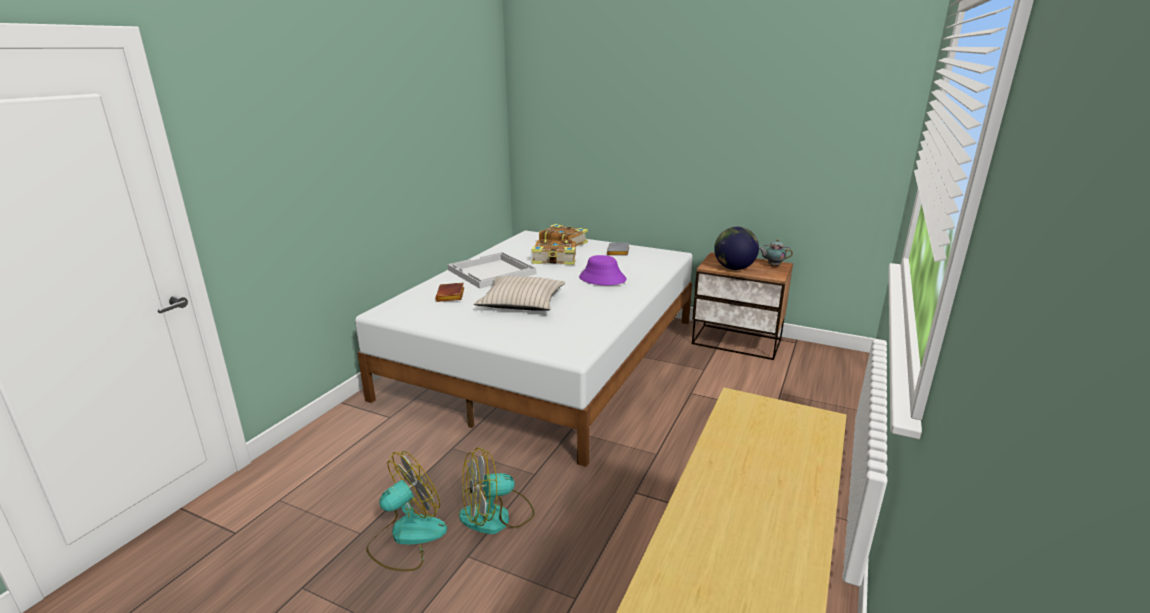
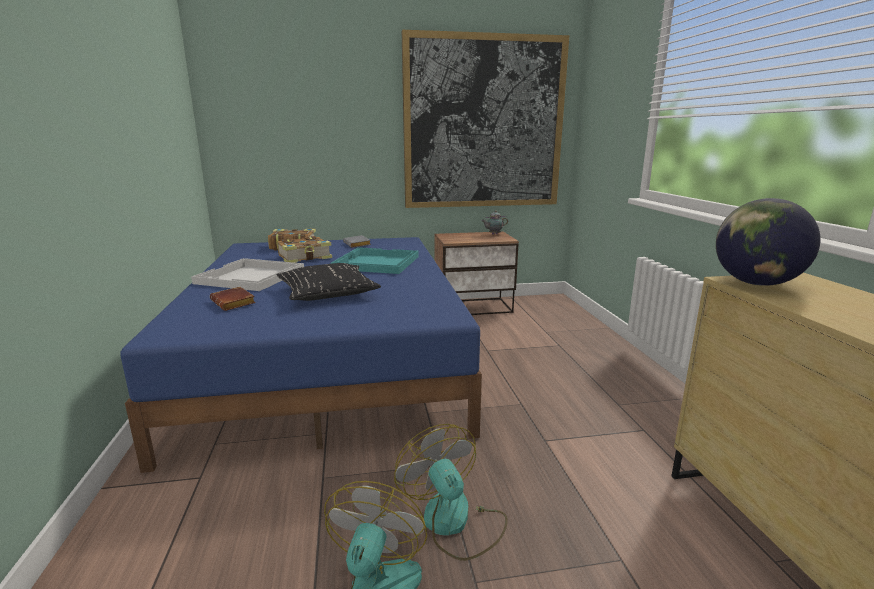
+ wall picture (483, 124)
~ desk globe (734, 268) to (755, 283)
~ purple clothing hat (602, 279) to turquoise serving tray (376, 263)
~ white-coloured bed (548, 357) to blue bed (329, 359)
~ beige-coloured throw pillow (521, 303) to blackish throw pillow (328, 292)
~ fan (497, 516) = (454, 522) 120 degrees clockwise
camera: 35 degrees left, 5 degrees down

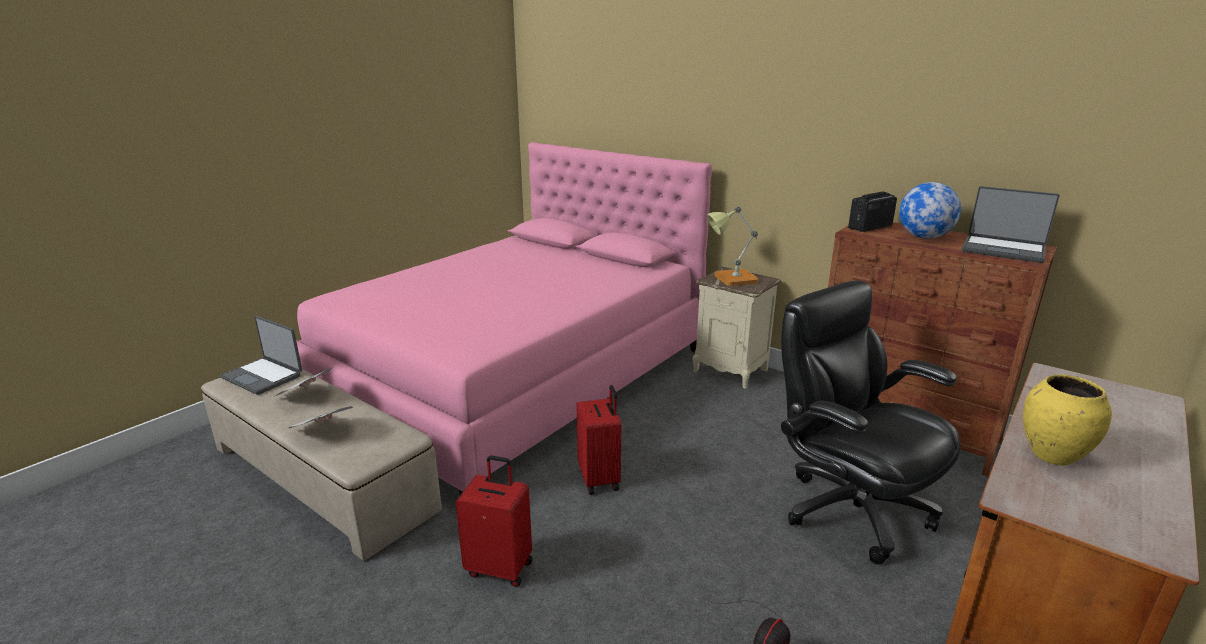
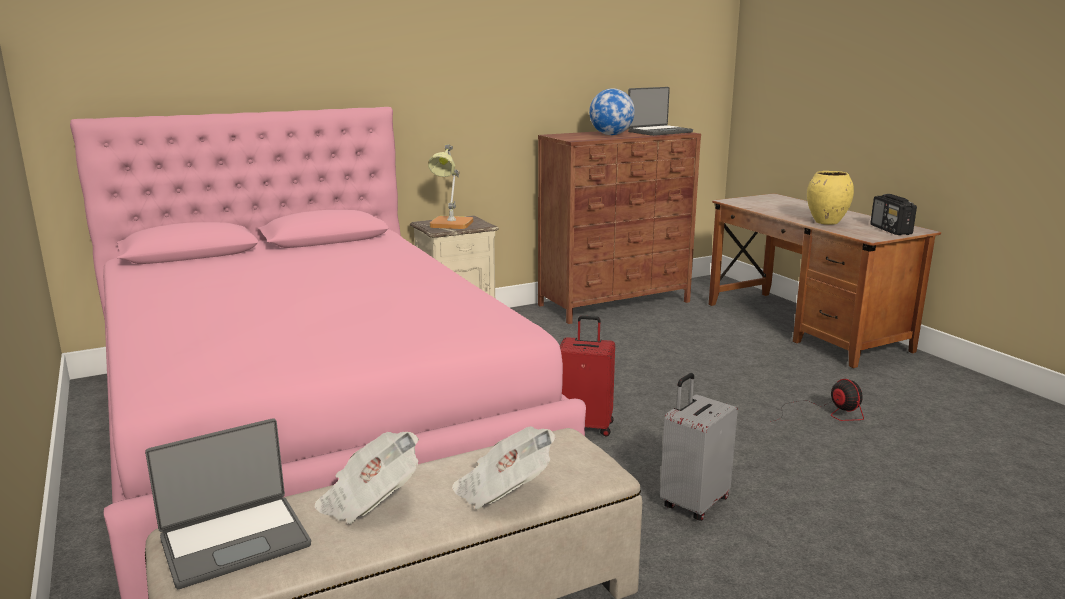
- blackish computer chair (850, 508)
~ radio (869, 227) to (891, 230)
~ red-coloured travel case (500, 567) to greyish travel case (693, 503)
camera: 65 degrees left, 5 degrees down

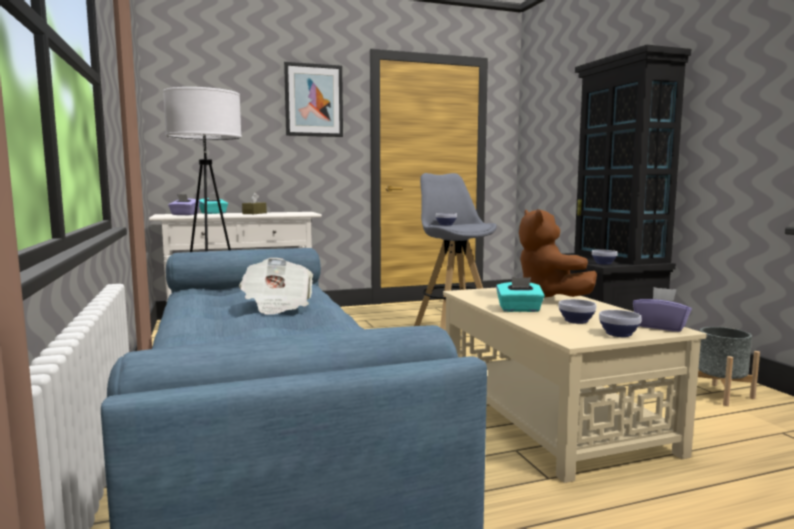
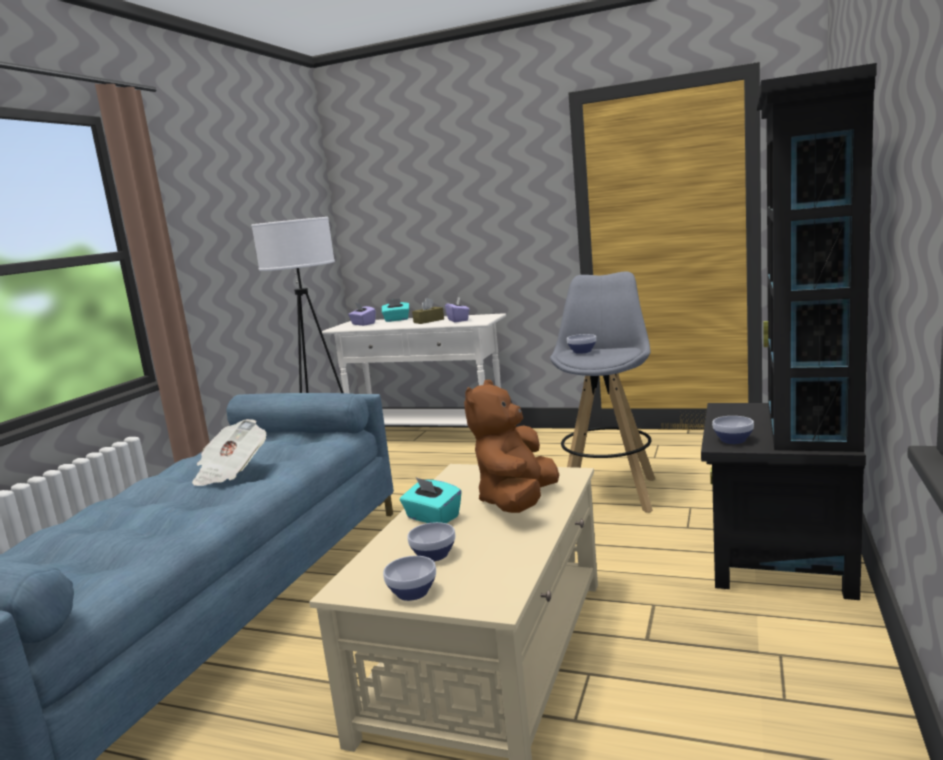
- wall picture (313, 100)
- greyish flower pot (720, 394)
~ purple box of tissues (660, 327) to (458, 320)
camera: 40 degrees right, 5 degrees up

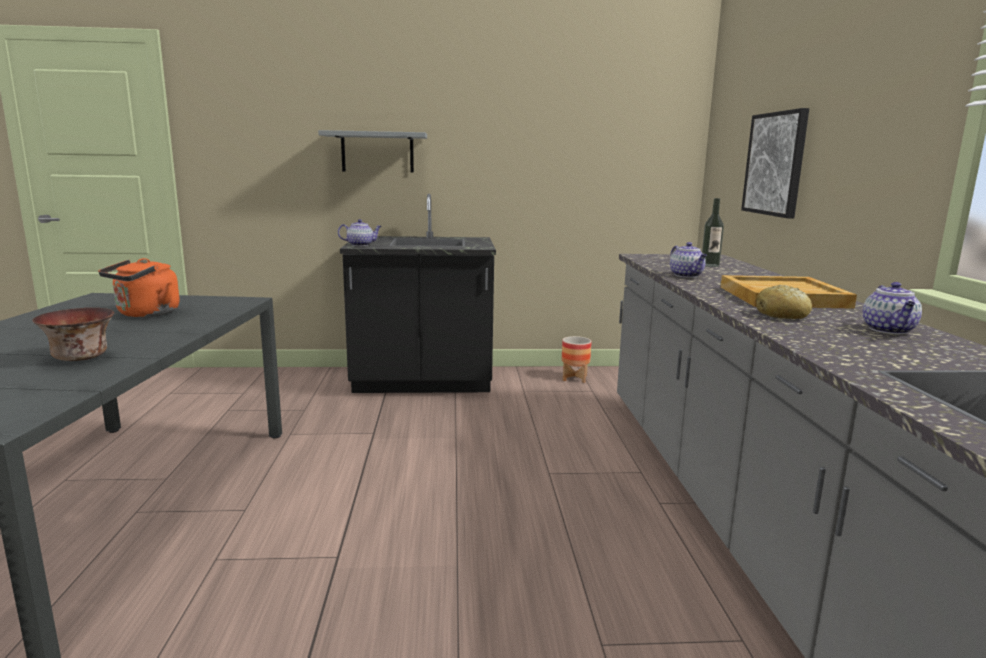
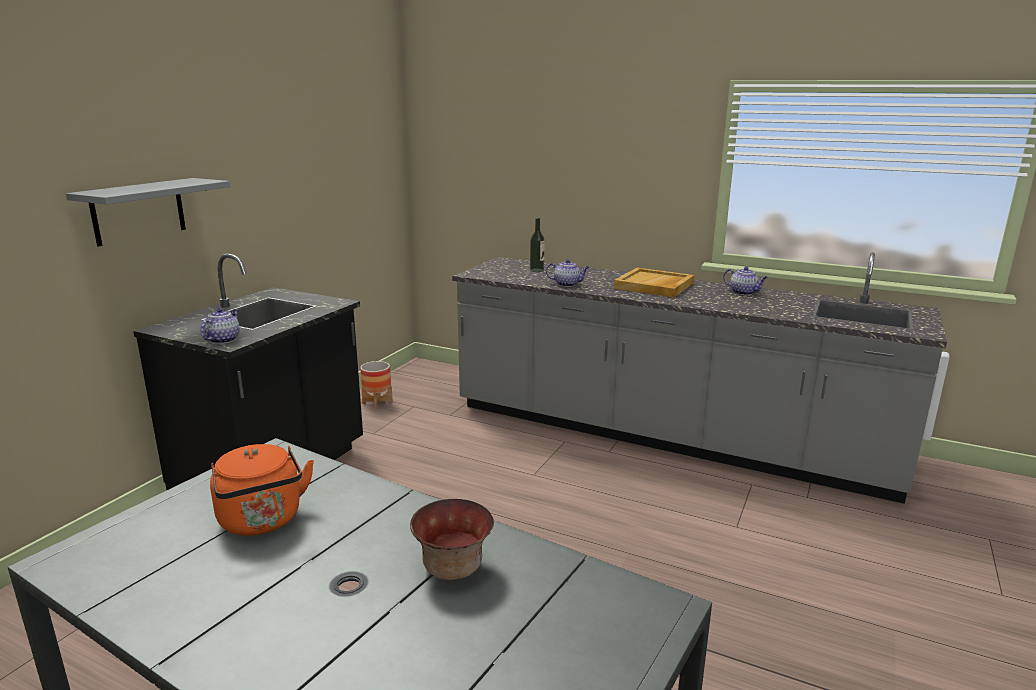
- wall picture (775, 164)
- bread (782, 315)
camera: 60 degrees left, 5 degrees up

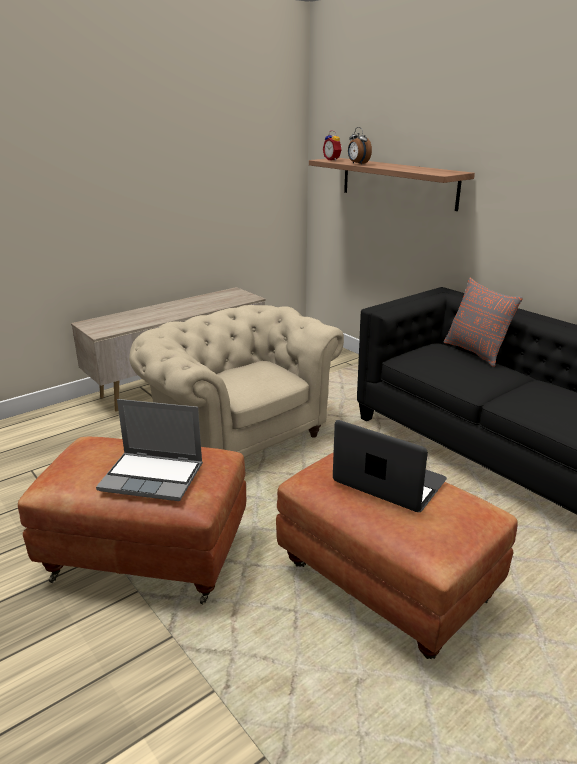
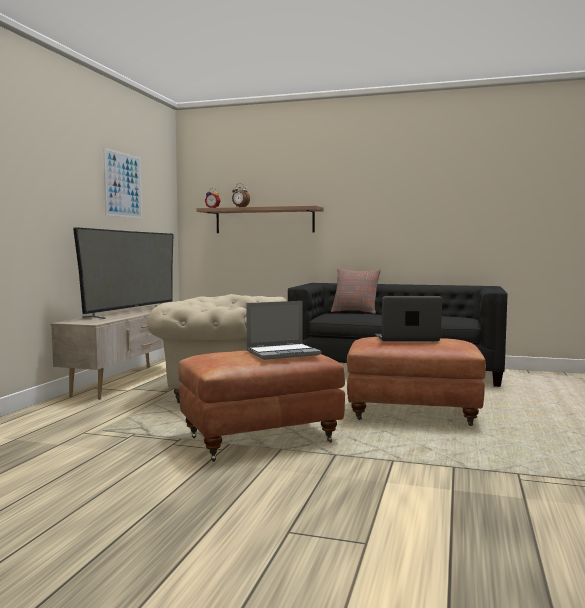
+ TV (131, 312)
+ wall picture (123, 185)
camera: 35 degrees left, 20 degrees down

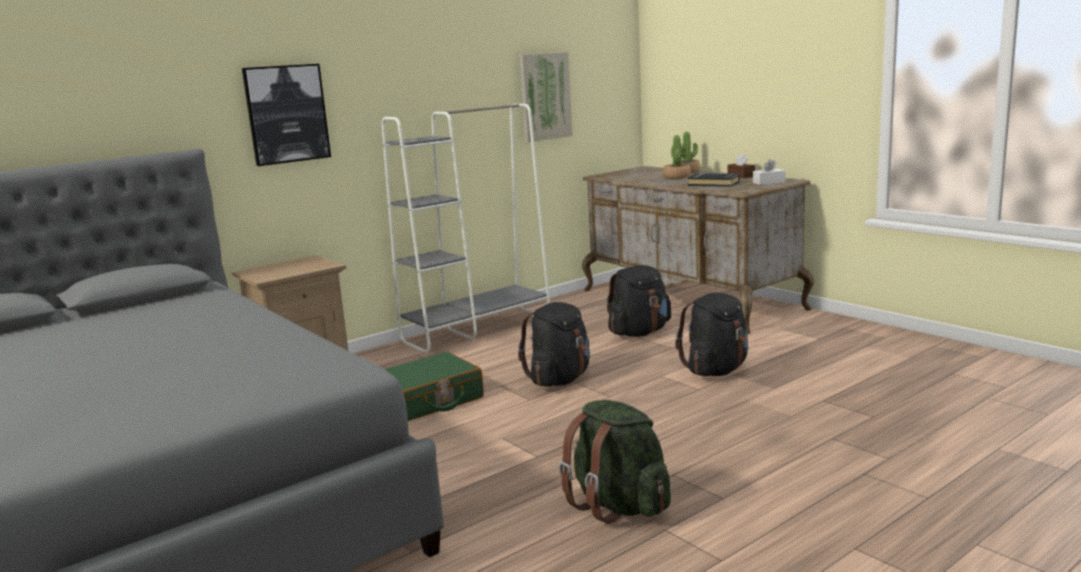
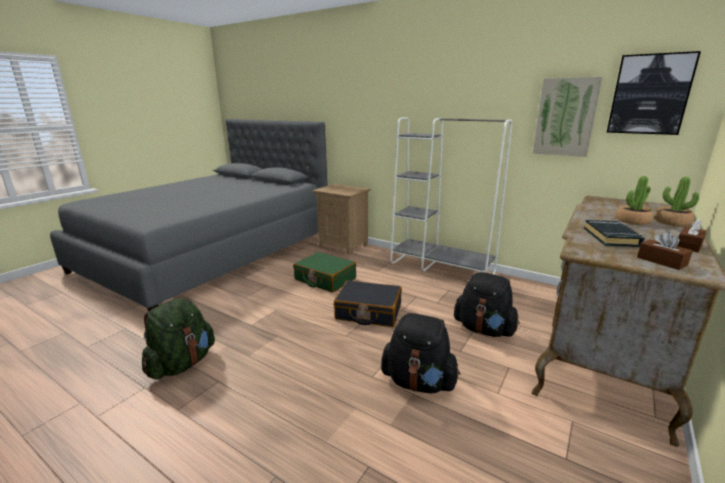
~ wall picture (286, 114) to (649, 94)
~ blackish rucksack (560, 380) to blackish travel case (368, 312)
~ white-coloured box of tissues (769, 182) to brown-coloured box of tissues (661, 261)
camera: 70 degrees right, 5 degrees up

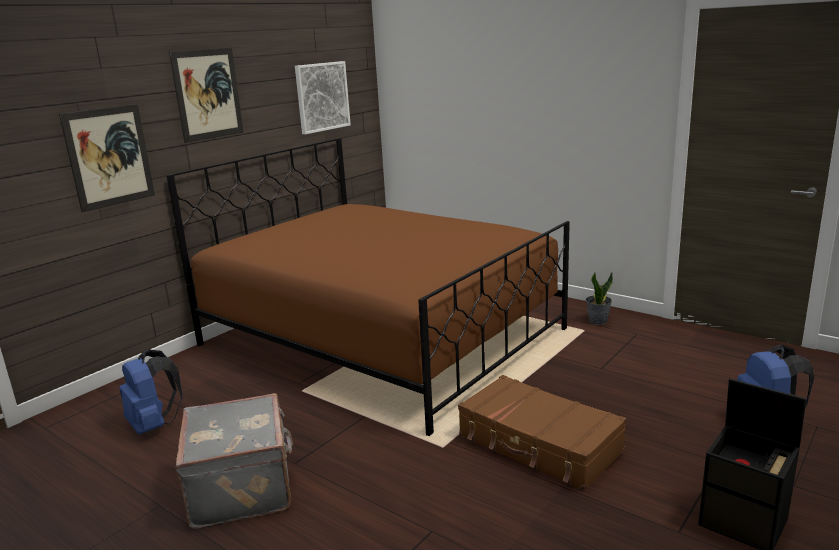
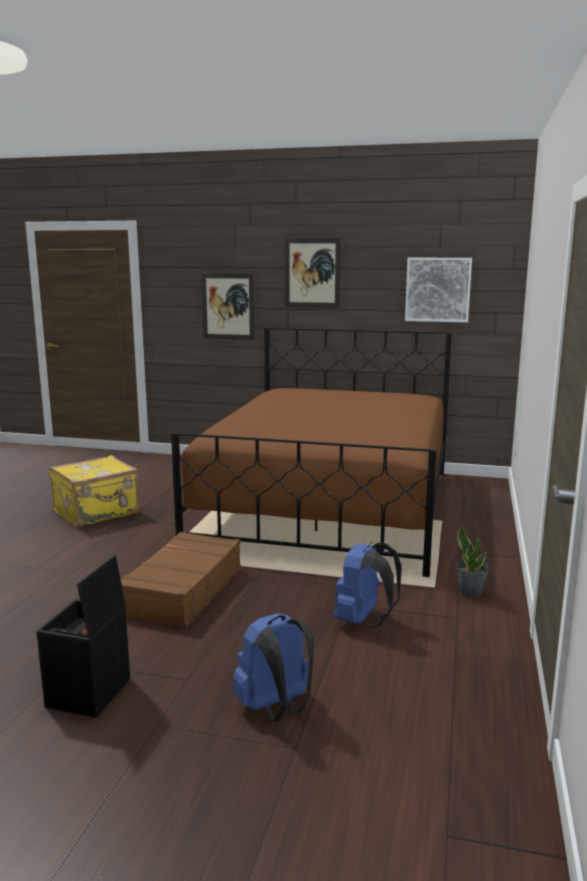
~ blue rucksack (154, 425) to (364, 621)
~ greyish travel case (243, 487) to yellowish travel case (97, 513)
camera: 65 degrees right, 5 degrees down

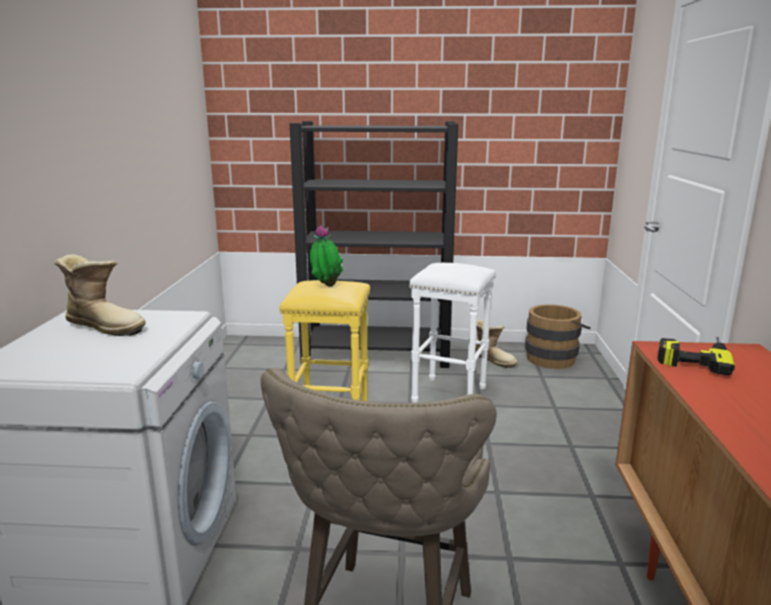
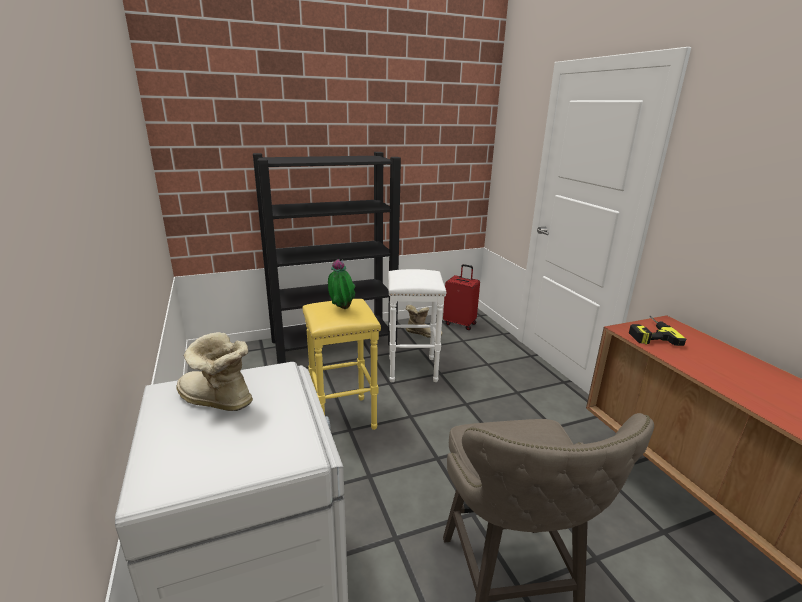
~ brown-coloured pail (553, 357) to red-coloured travel case (460, 323)
~ tall boot (106, 326) = (215, 401) 150 degrees counterclockwise
camera: 25 degrees left, 5 degrees up

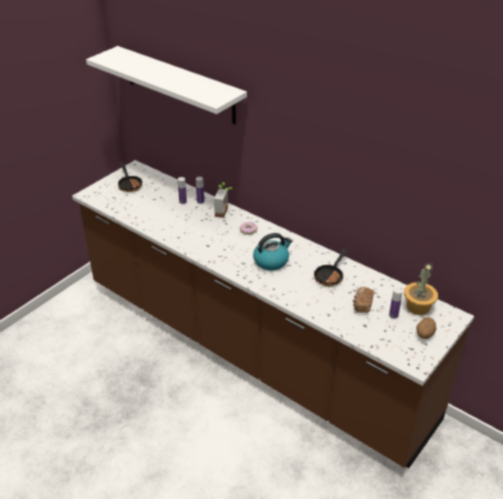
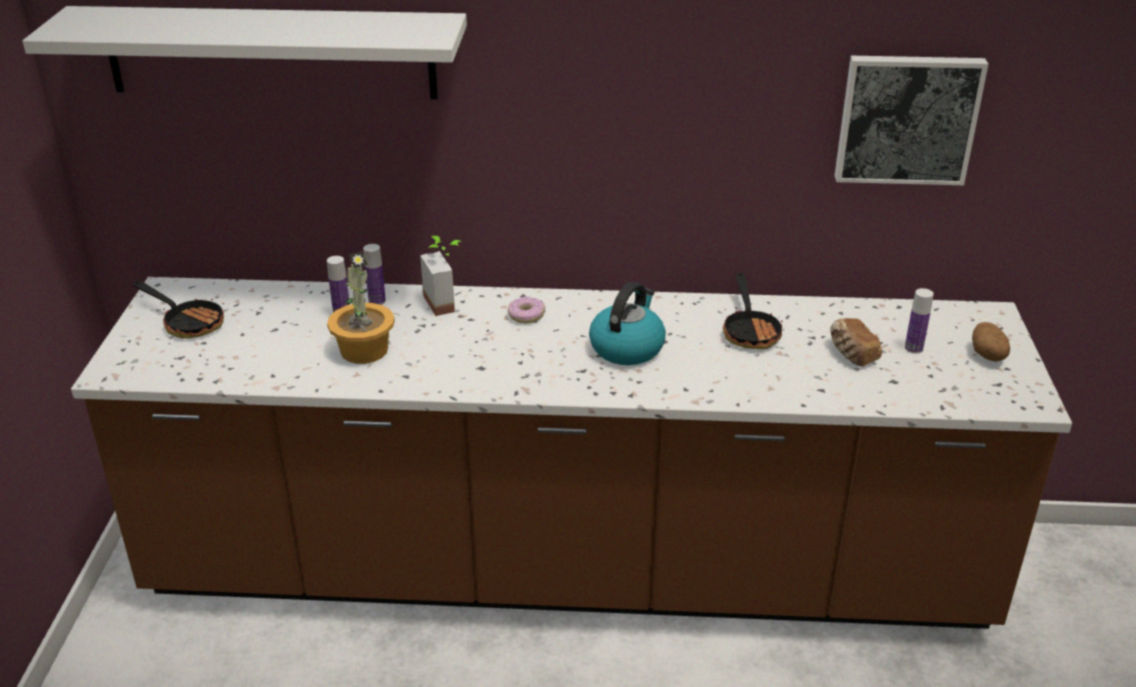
+ wall picture (907, 118)
~ plant in a pot (418, 306) to (364, 350)
camera: 35 degrees left, 5 degrees down

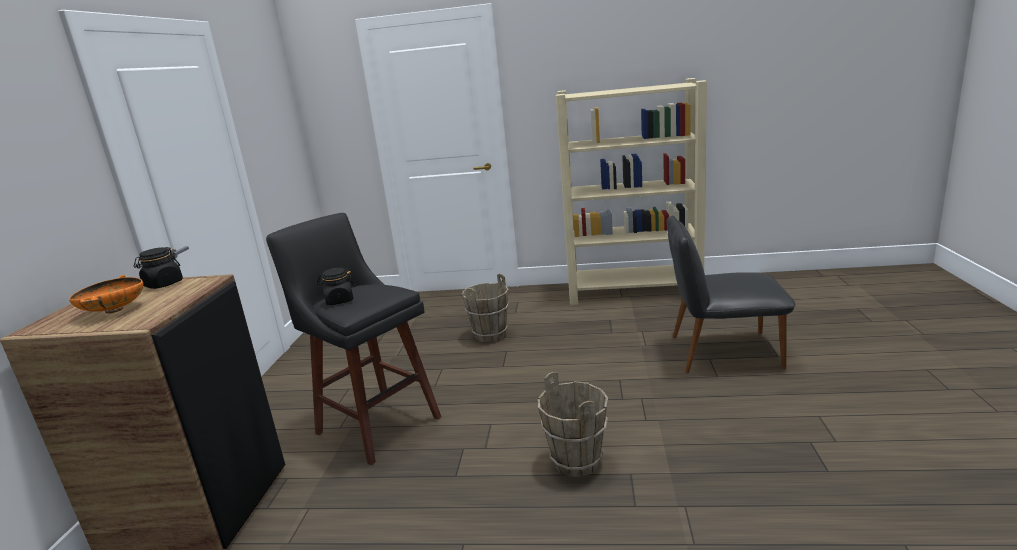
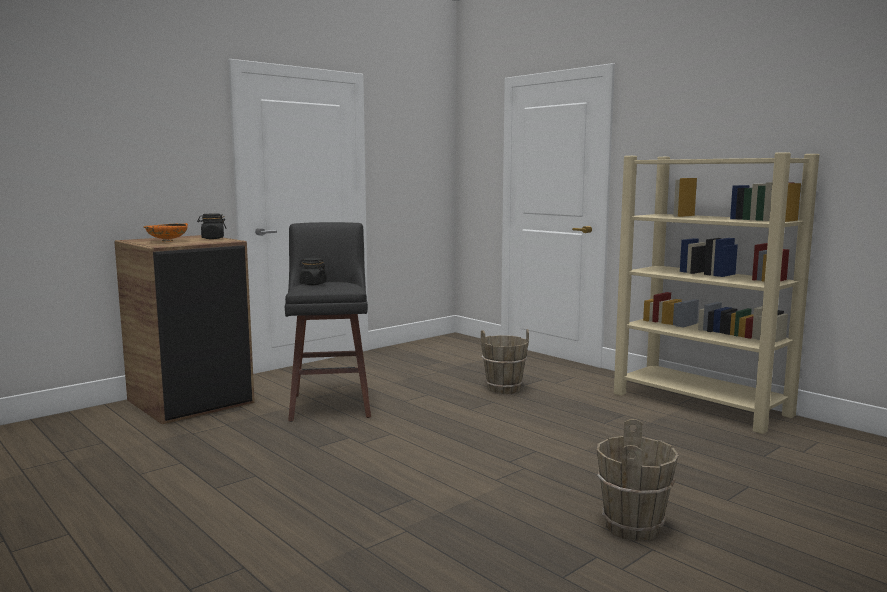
- blackish chair (725, 351)
~ brown-coloured pail (577, 461) to (633, 527)
camera: 40 degrees right, 10 degrees down

